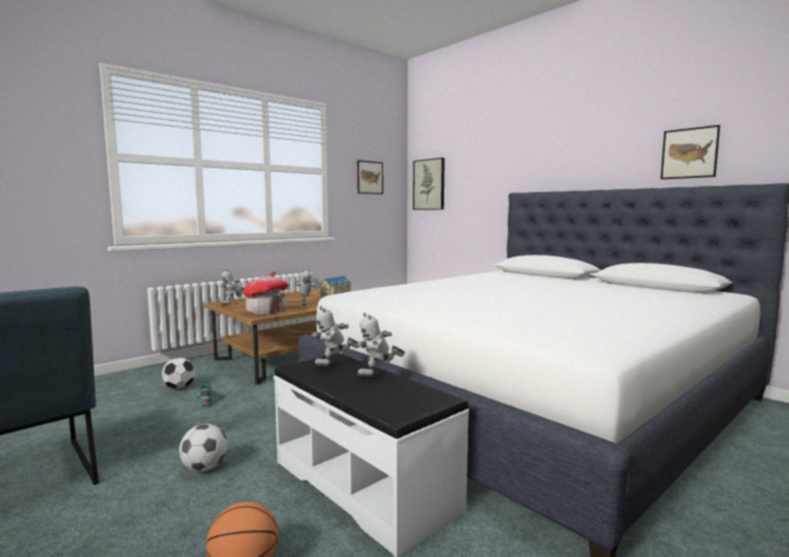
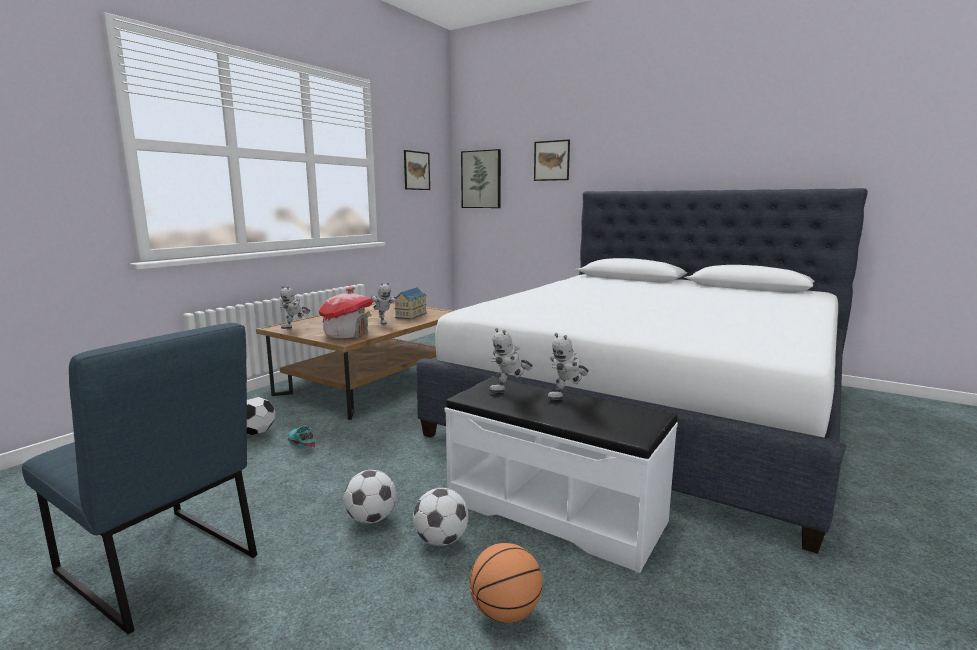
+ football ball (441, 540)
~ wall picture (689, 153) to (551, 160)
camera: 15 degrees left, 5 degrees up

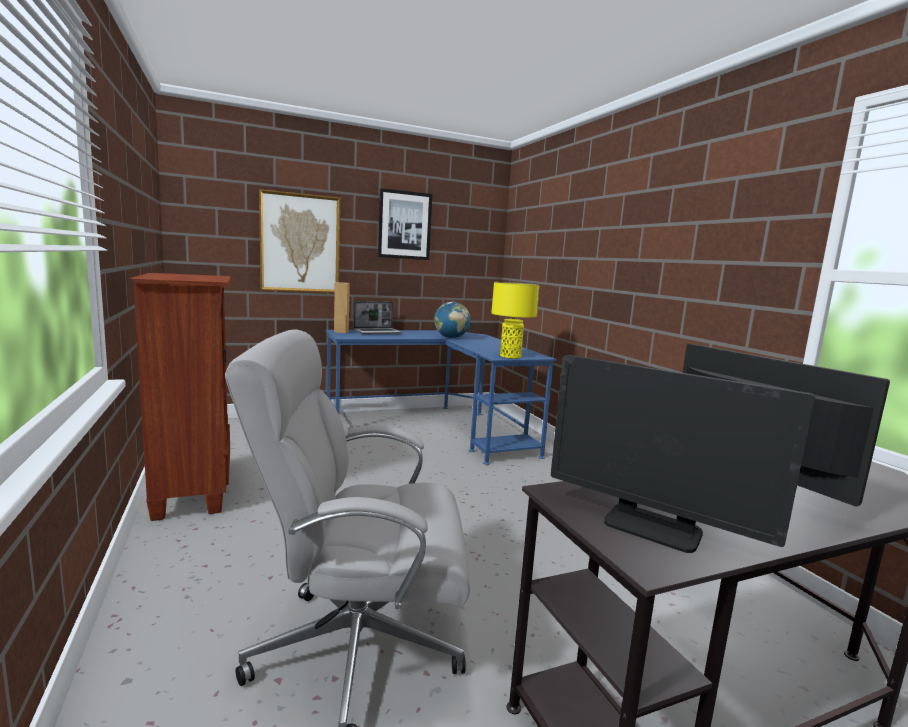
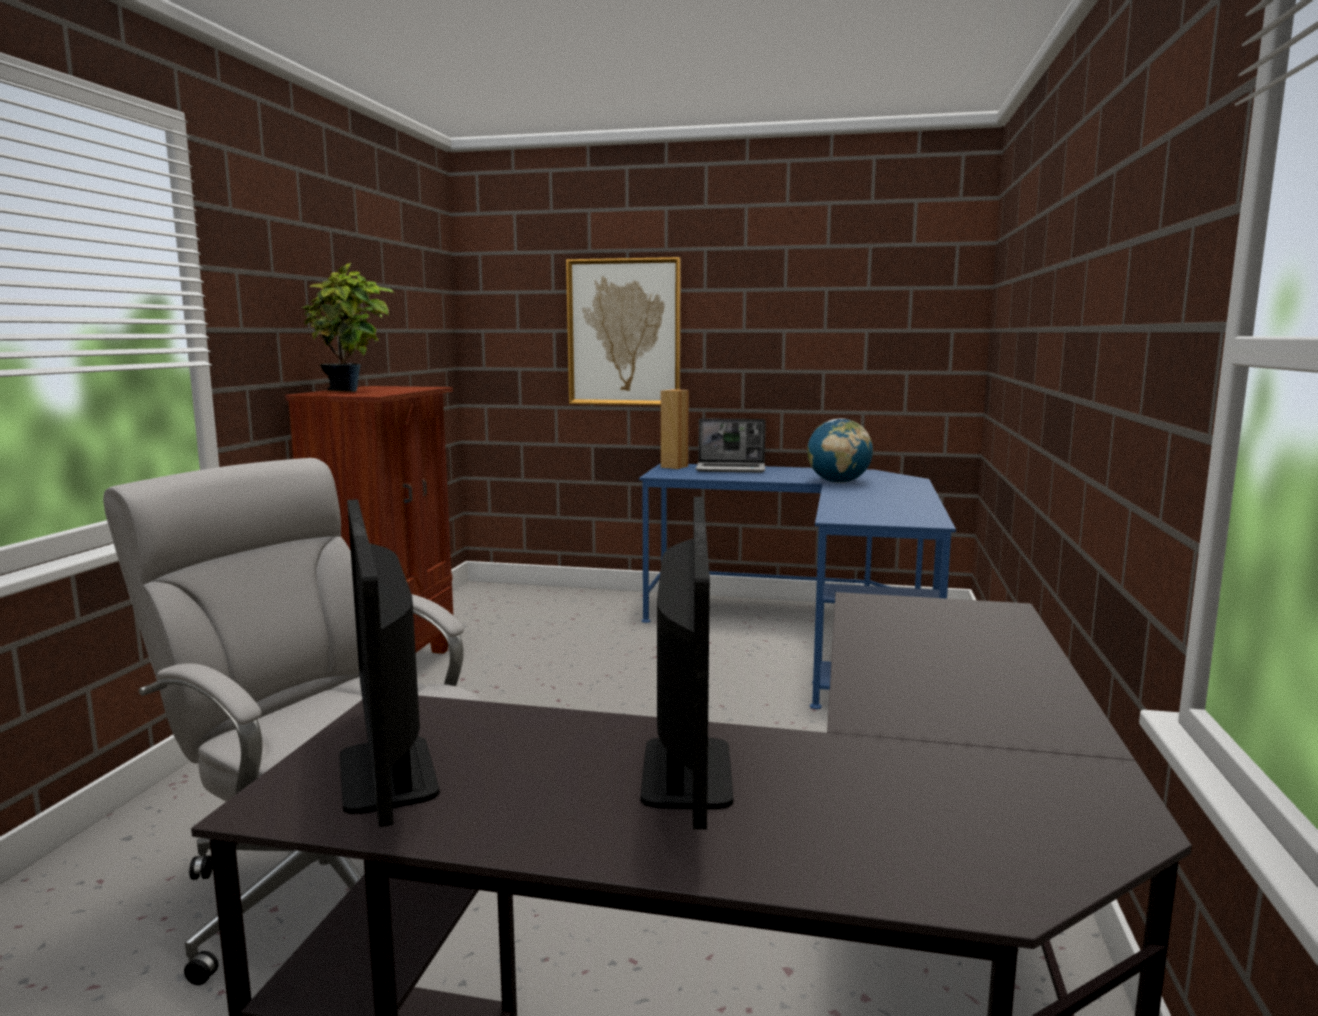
- wall picture (404, 225)
- yellowish tabletop lamp (510, 356)
+ plant in a pot (350, 391)
camera: 35 degrees right, 0 degrees up

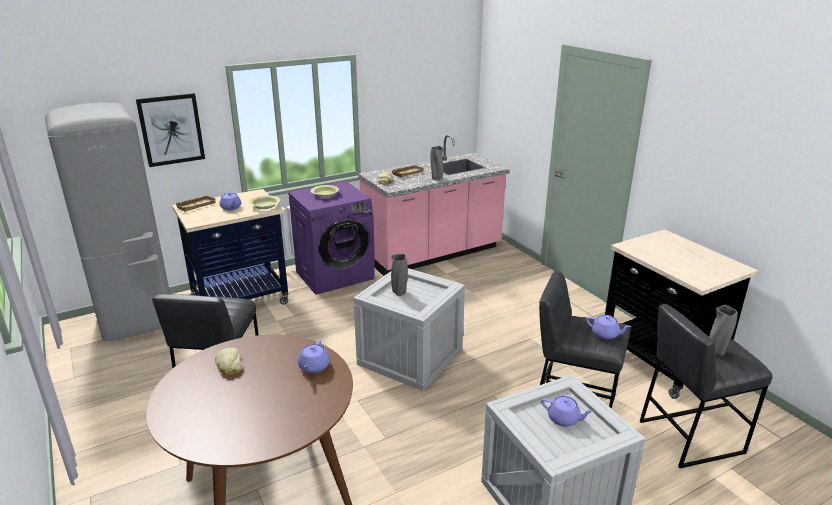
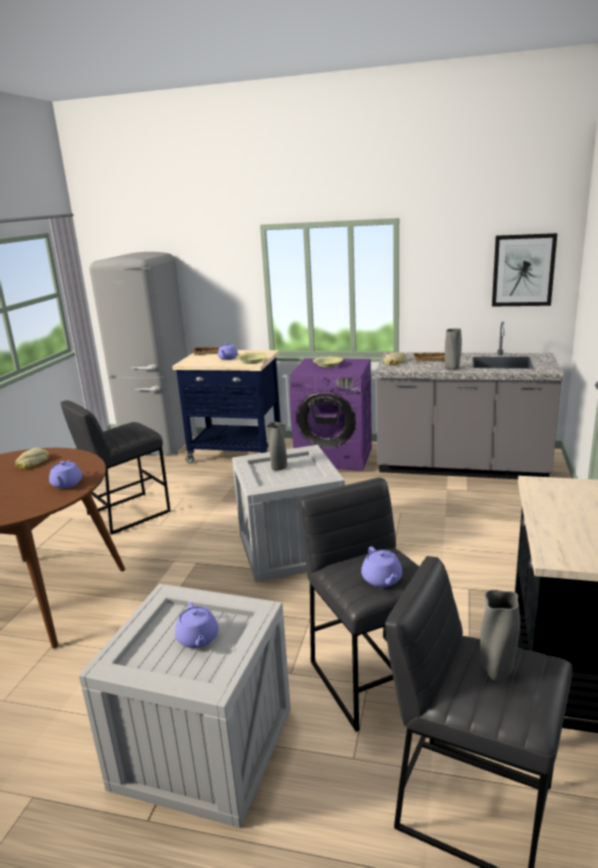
~ wall picture (171, 129) to (523, 270)
~ pink kitchen counter (433, 254) to greyish kitchen counter (461, 467)
~ purple pot for tea (313, 367) = (66, 484) 60 degrees counterclockwise
camera: 45 degrees right, 5 degrees down

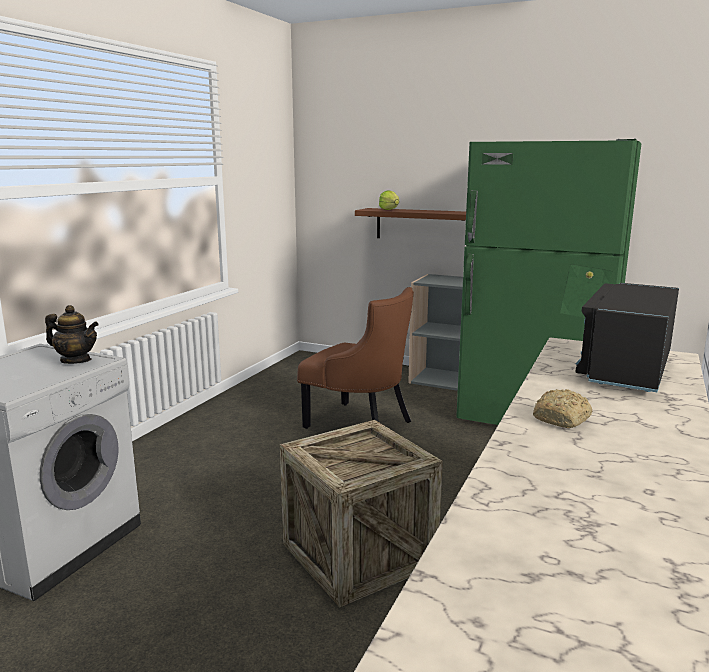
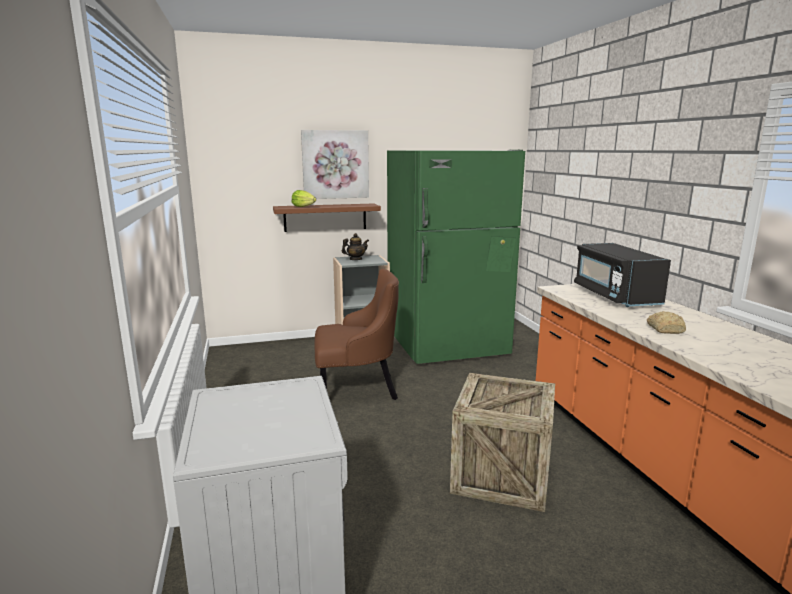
+ wall picture (335, 164)
~ pot for tea (76, 360) to (355, 259)
camera: 40 degrees left, 0 degrees up

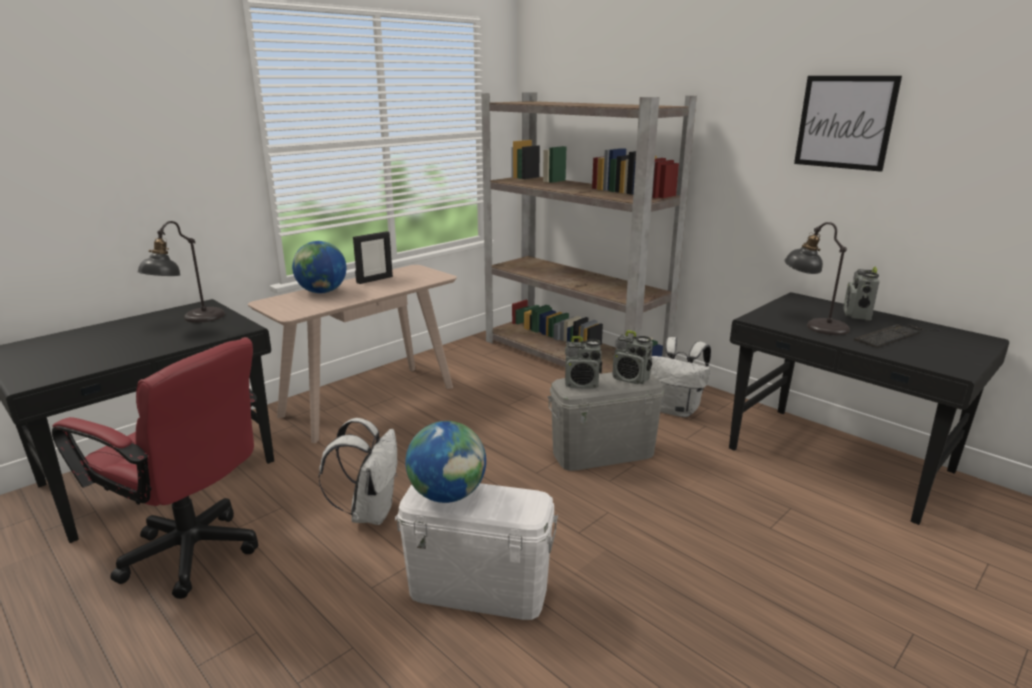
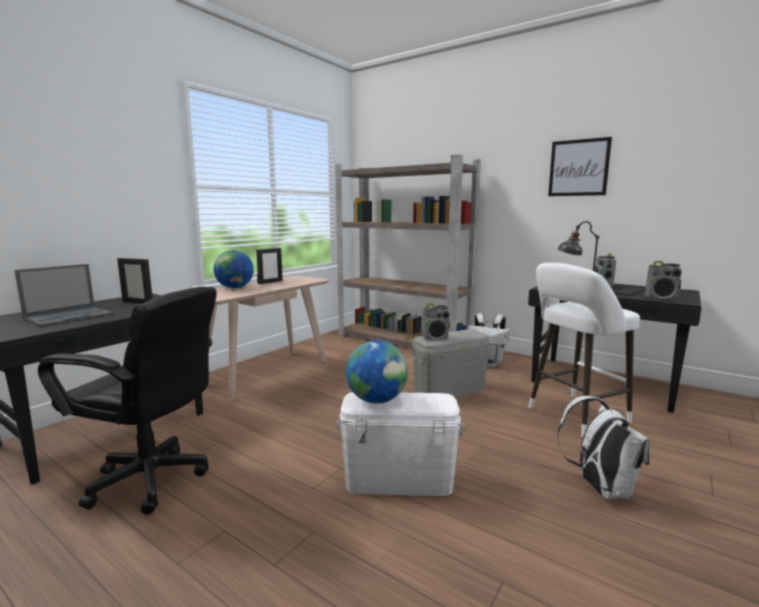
+ notebook computer (70, 316)
+ white-coloured sitting stool (573, 415)
~ white-coloured rucksack (370, 512) to (600, 488)
~ radio (631, 379) to (661, 298)
~ greyish tabletop lamp (190, 321) to standing frame (138, 302)
~ red-coloured computer chair (197, 555) to blackish computer chair (155, 481)
camera: 10 degrees left, 10 degrees down

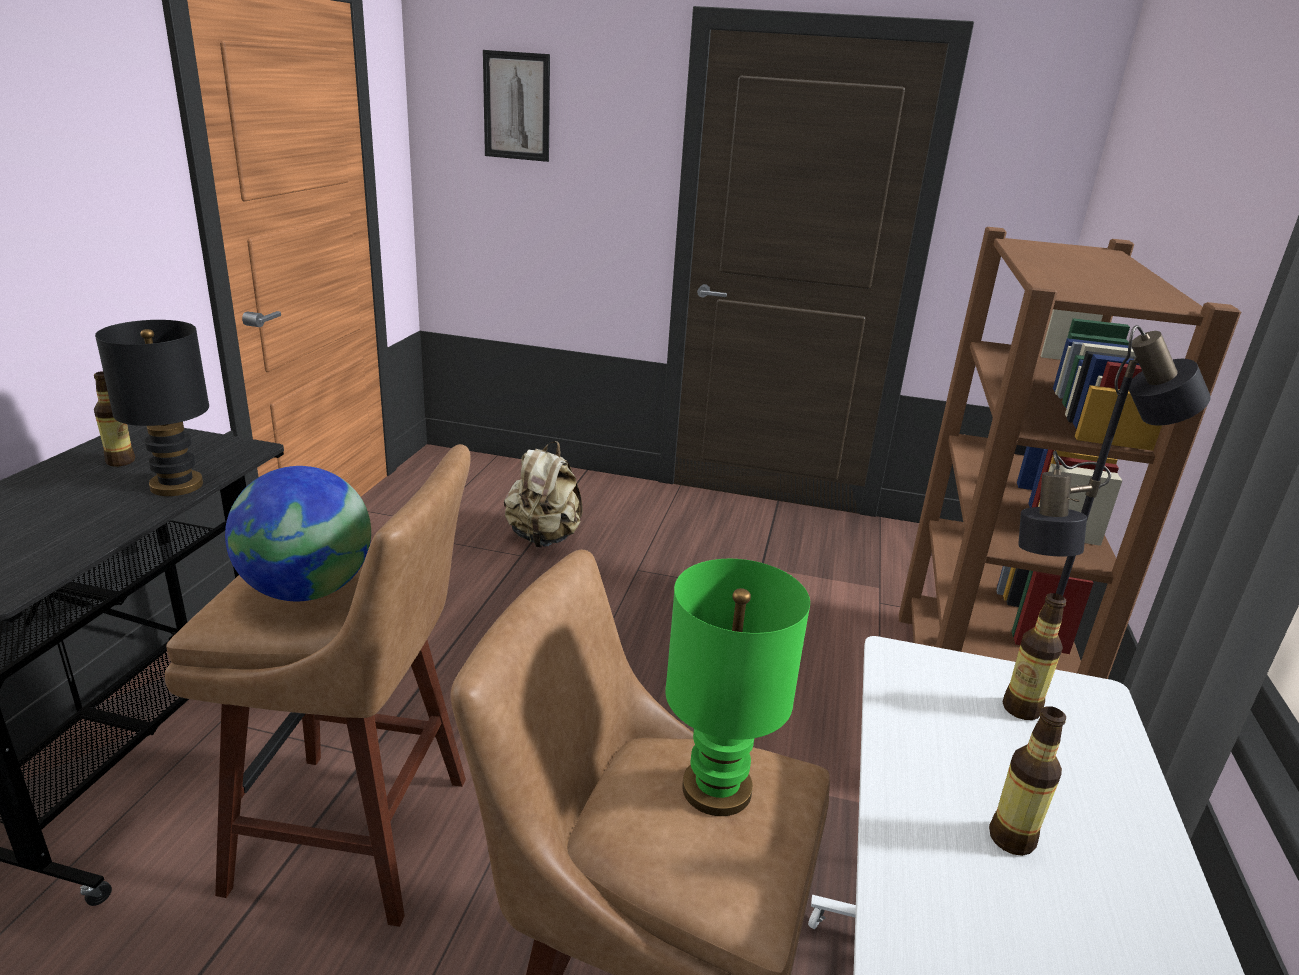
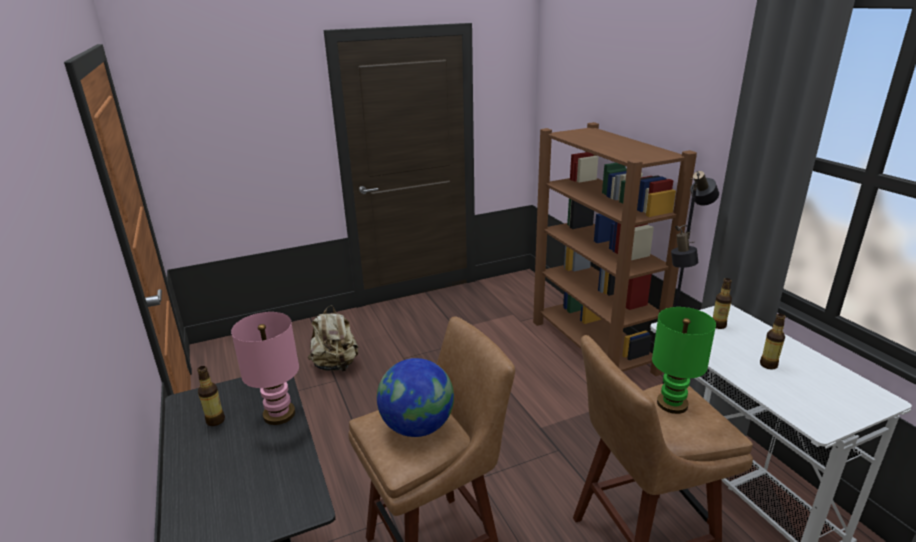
- wall picture (517, 106)
~ blackish tabletop lamp (176, 485) to pink tabletop lamp (278, 414)
camera: 35 degrees left, 0 degrees up

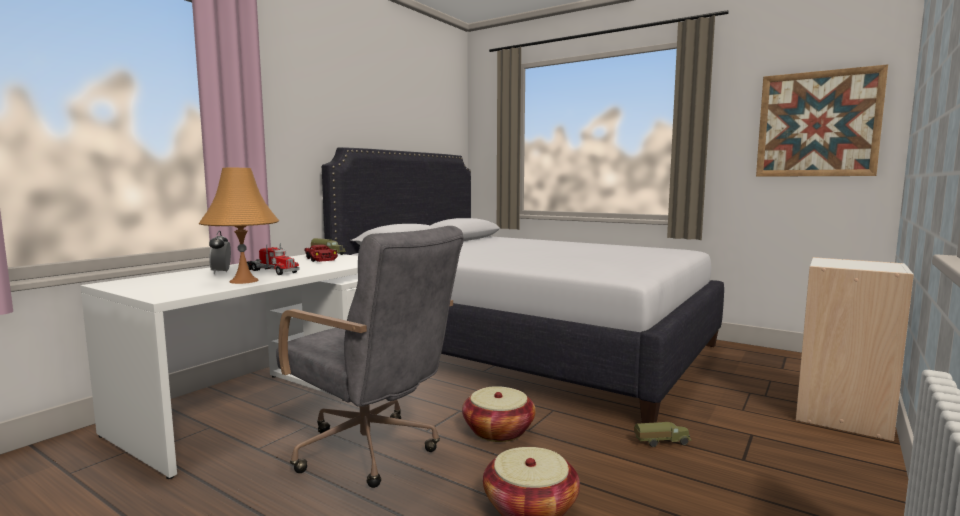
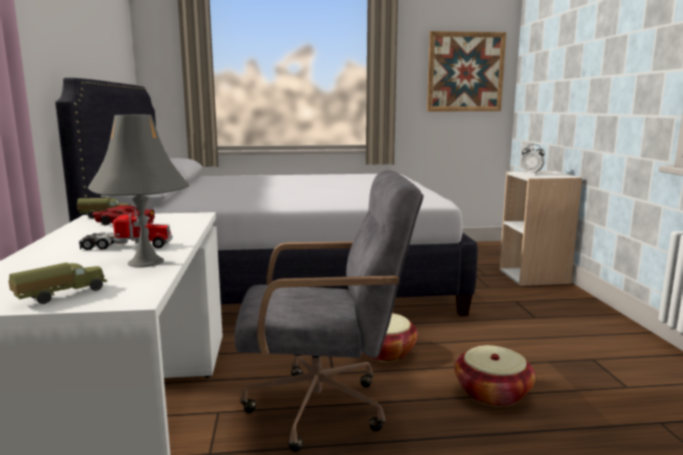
~ bedside clock (221, 272) to (531, 173)
~ model truck (661, 442) to (61, 295)
~ orange tabletop lamp (244, 281) to greyish tabletop lamp (146, 262)
camera: 40 degrees left, 5 degrees up

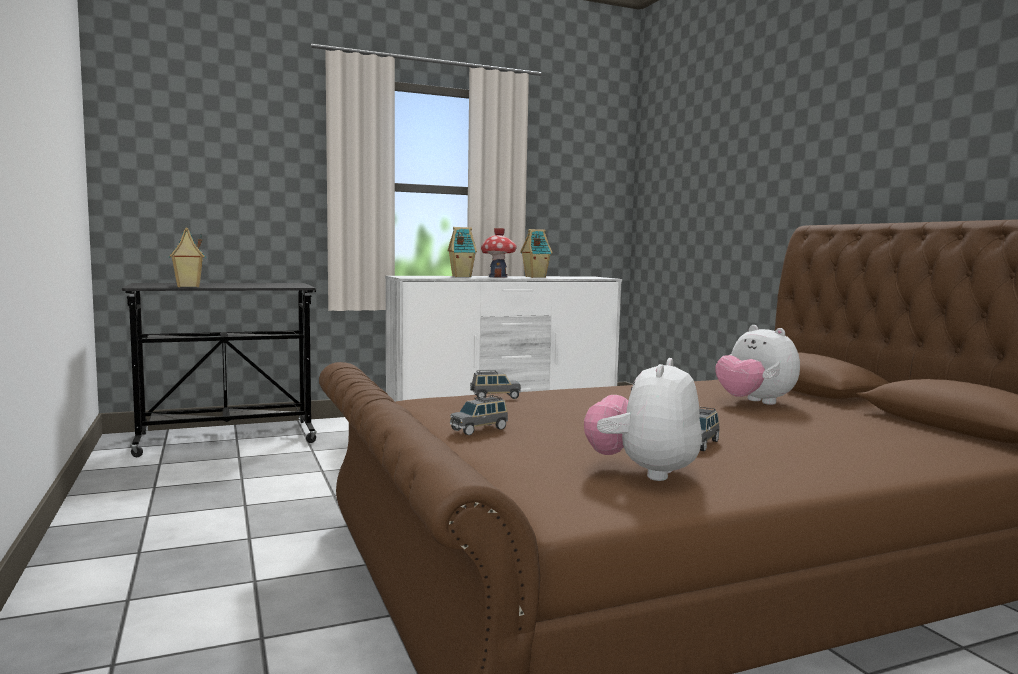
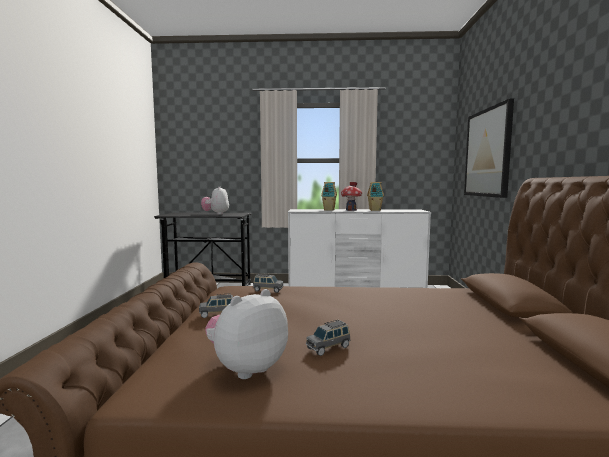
- miniature house (188, 286)
+ wall picture (488, 153)
~ plush toy (754, 403) to (216, 214)
camera: 25 degrees right, 0 degrees up

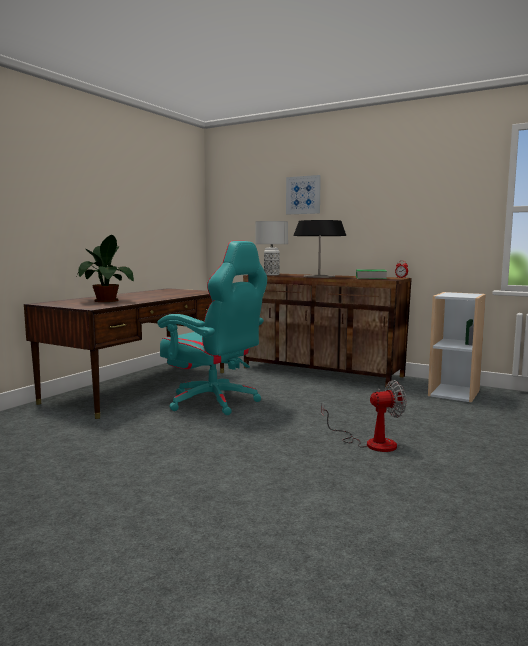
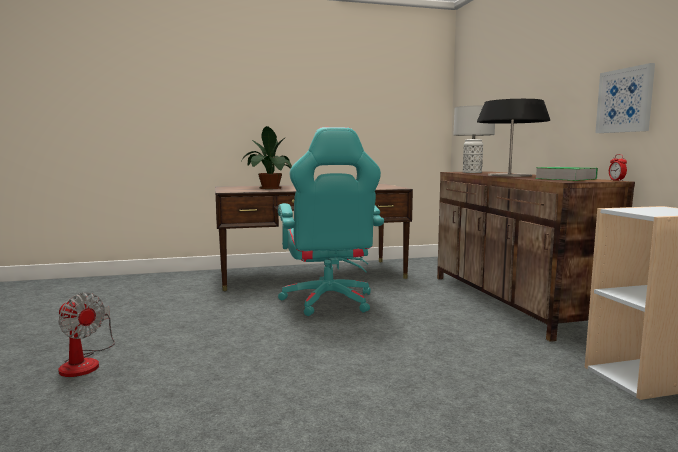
~ wall picture (303, 195) to (625, 100)
~ fan (371, 443) to (85, 362)
camera: 45 degrees right, 0 degrees up

